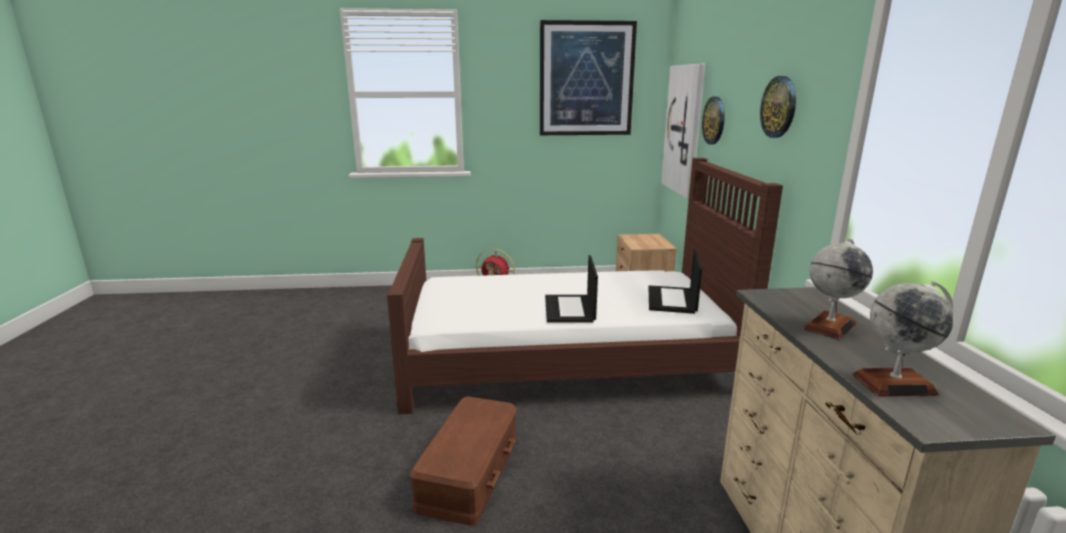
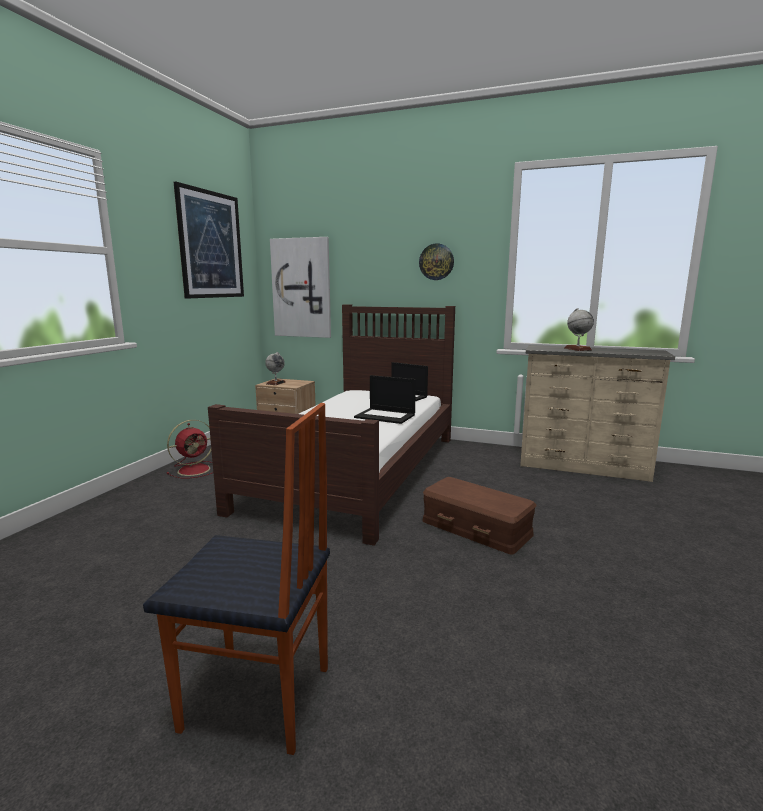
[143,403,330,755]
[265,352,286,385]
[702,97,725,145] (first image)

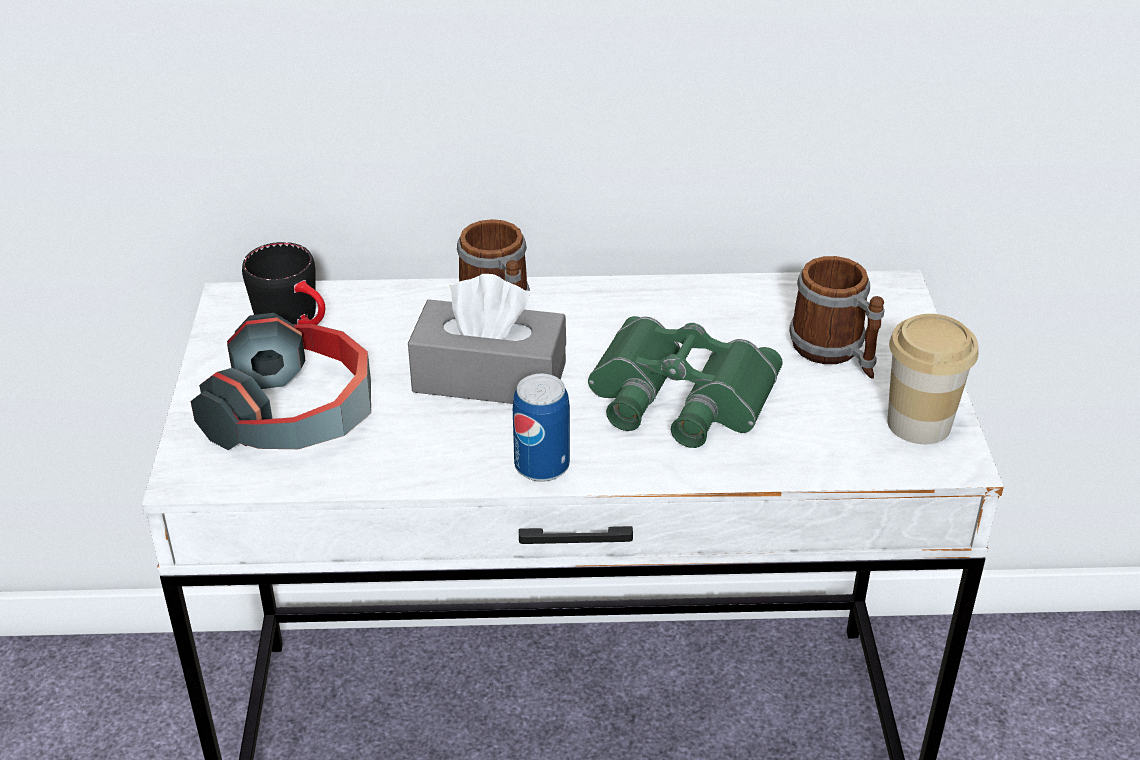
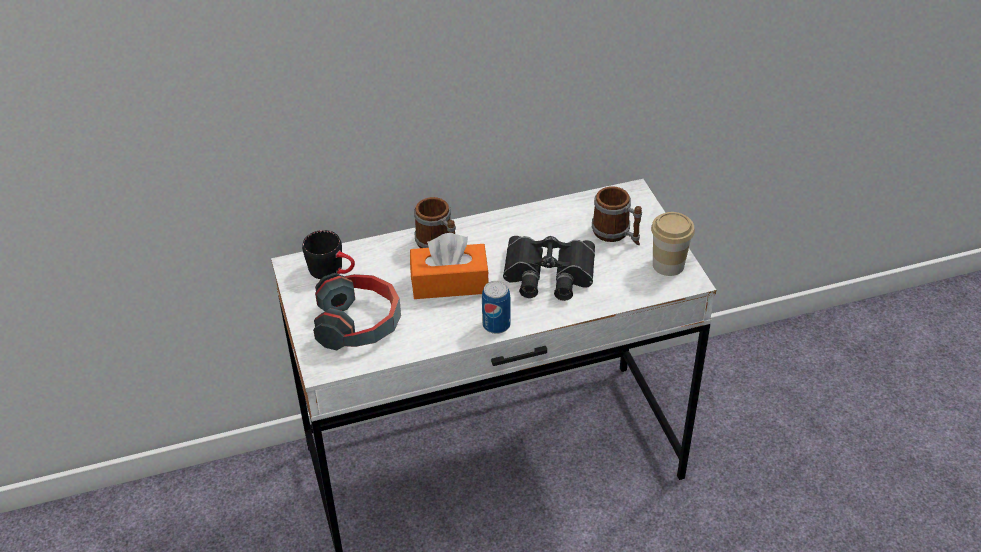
[410,233,489,299]
[503,236,595,301]

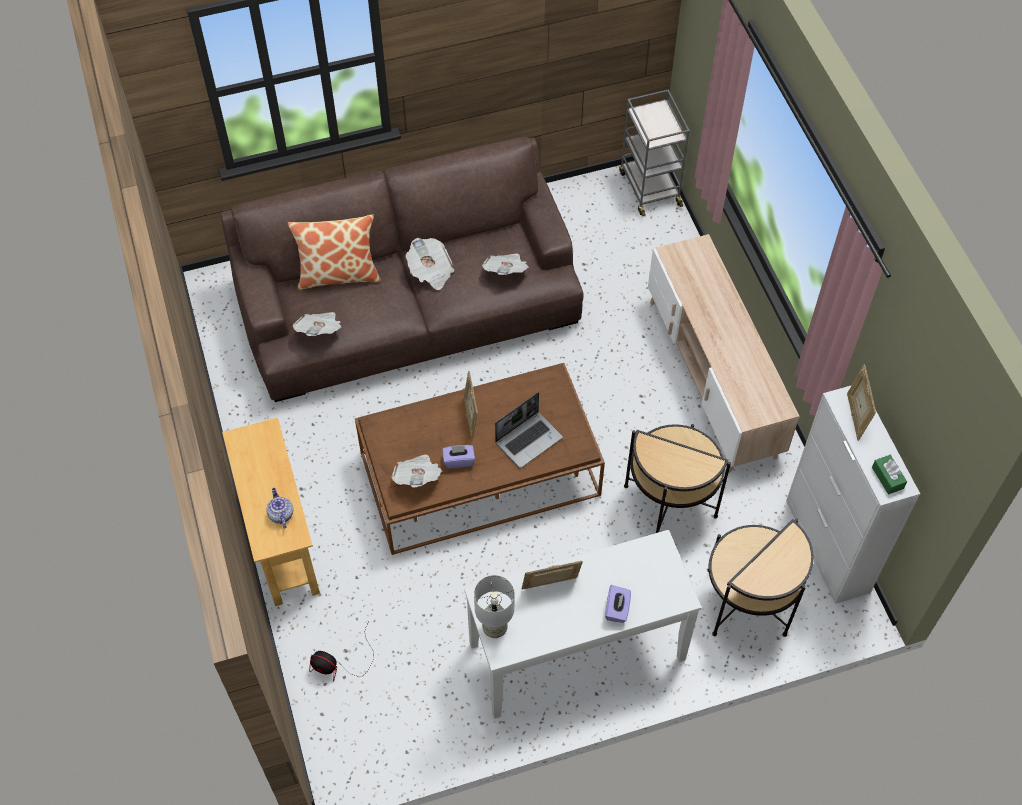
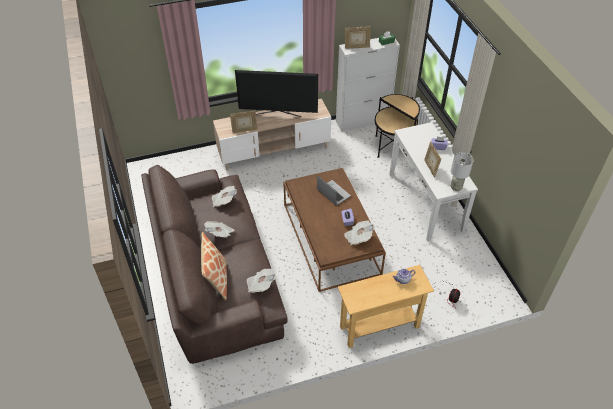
[230,111,258,133]
[235,70,318,117]
[619,89,690,217] (first image)
[624,424,731,533] (first image)

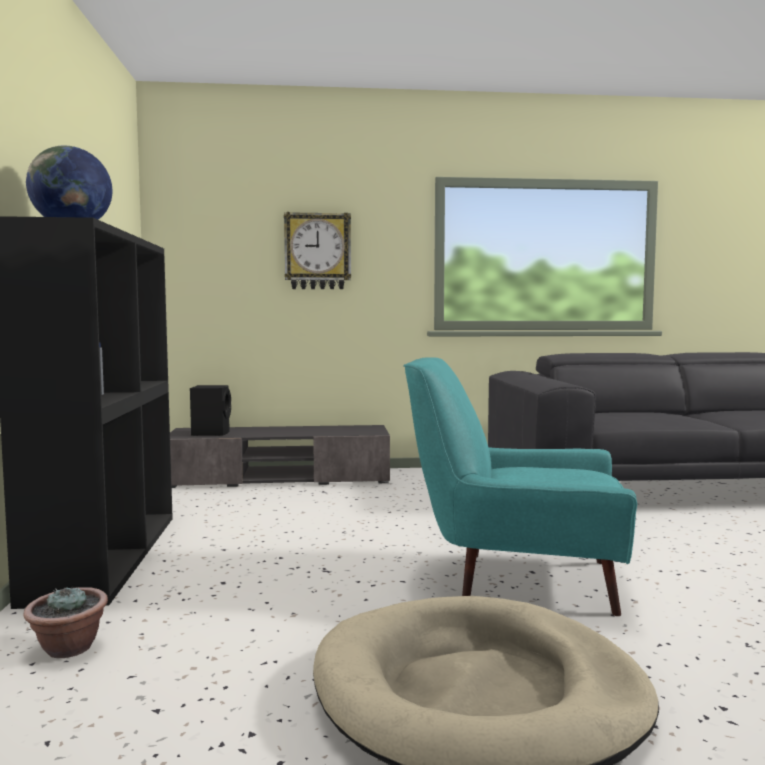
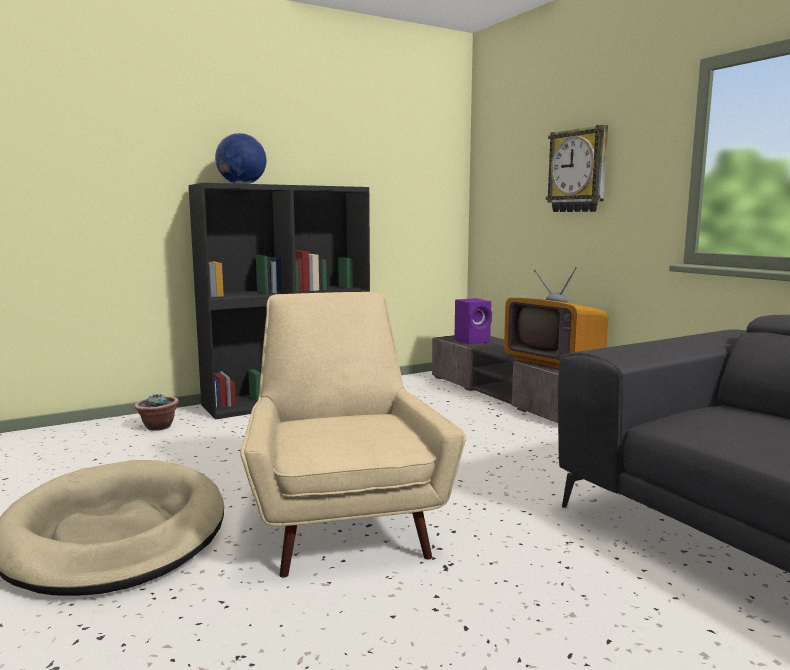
[240,292,466,578]
[454,298,492,344]
[504,267,608,368]

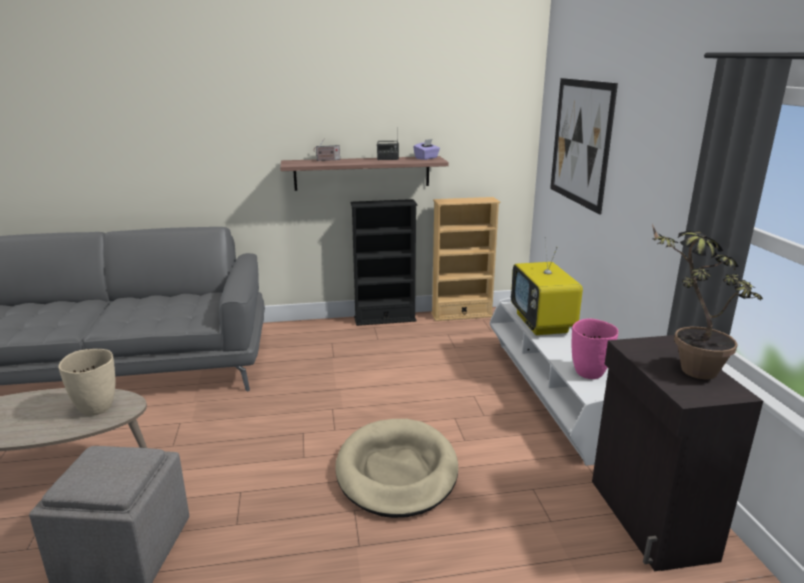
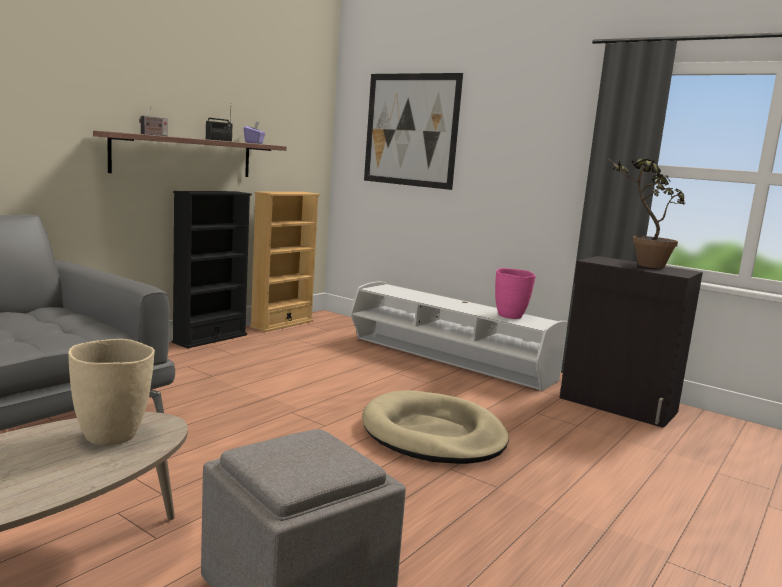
[511,237,583,335] (first image)

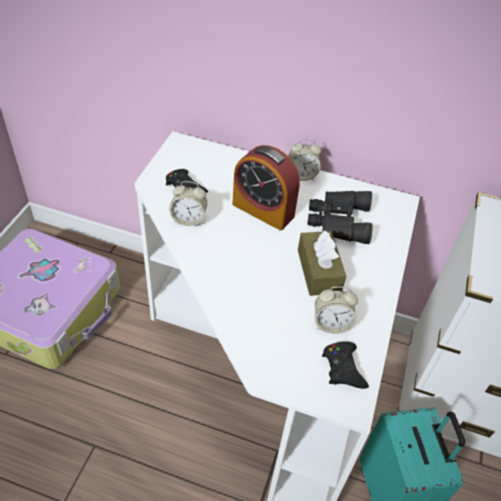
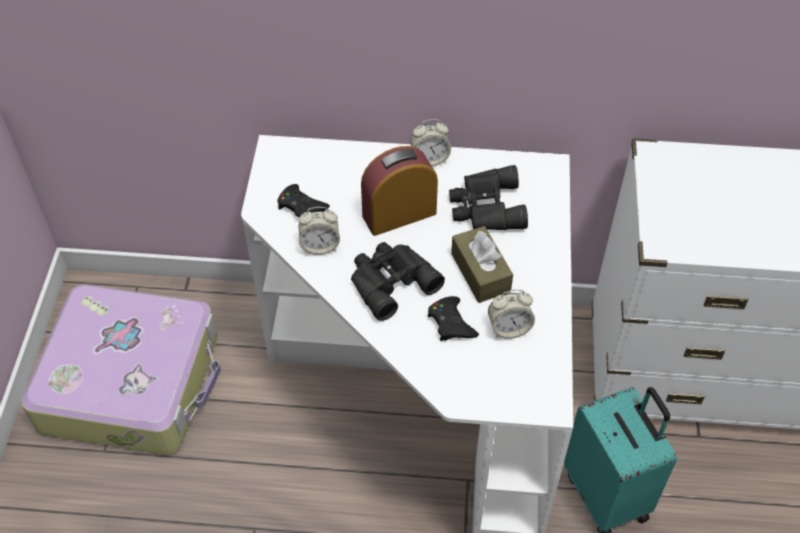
[351,242,445,321]
[361,146,438,236]
[428,296,479,341]

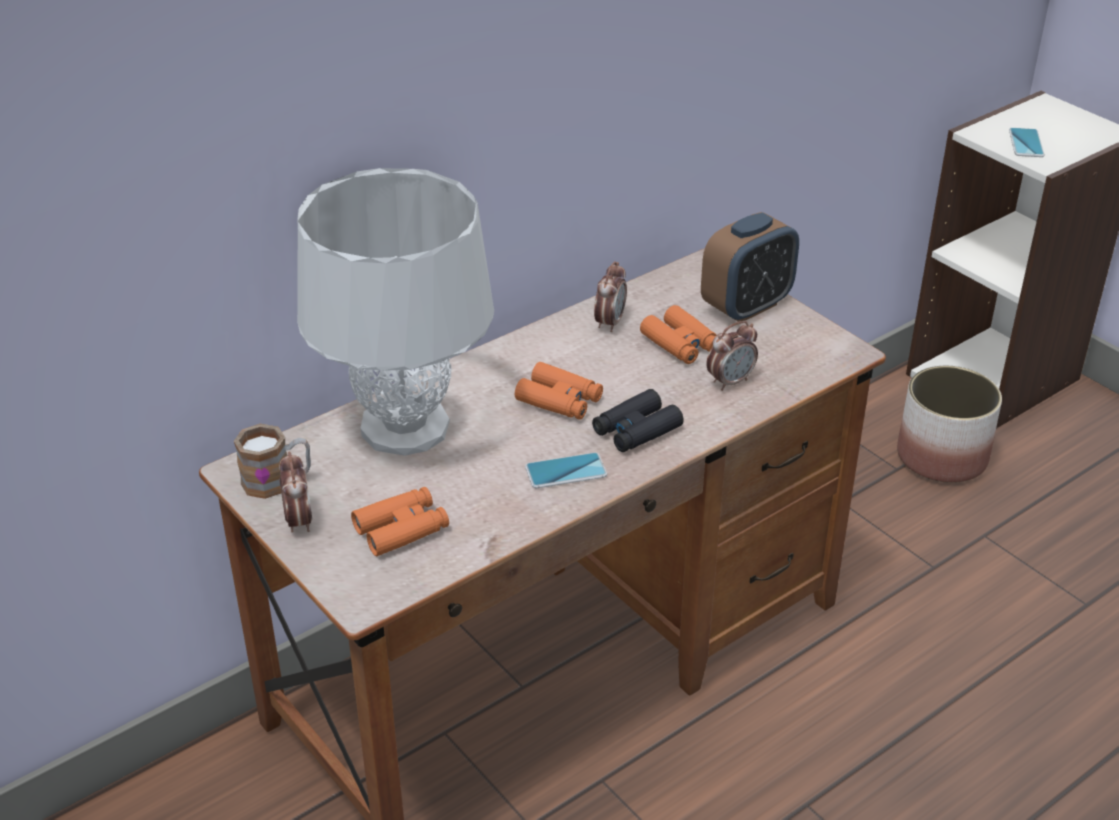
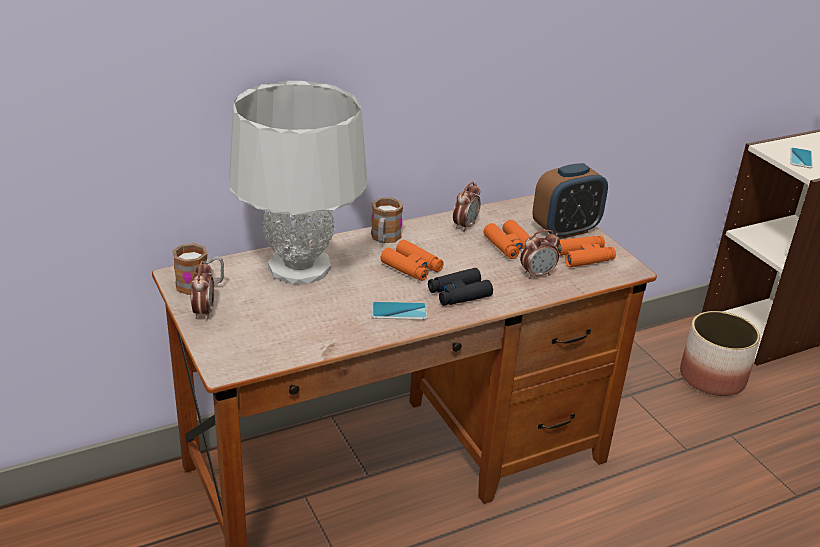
[371,197,403,243]
[555,236,616,267]

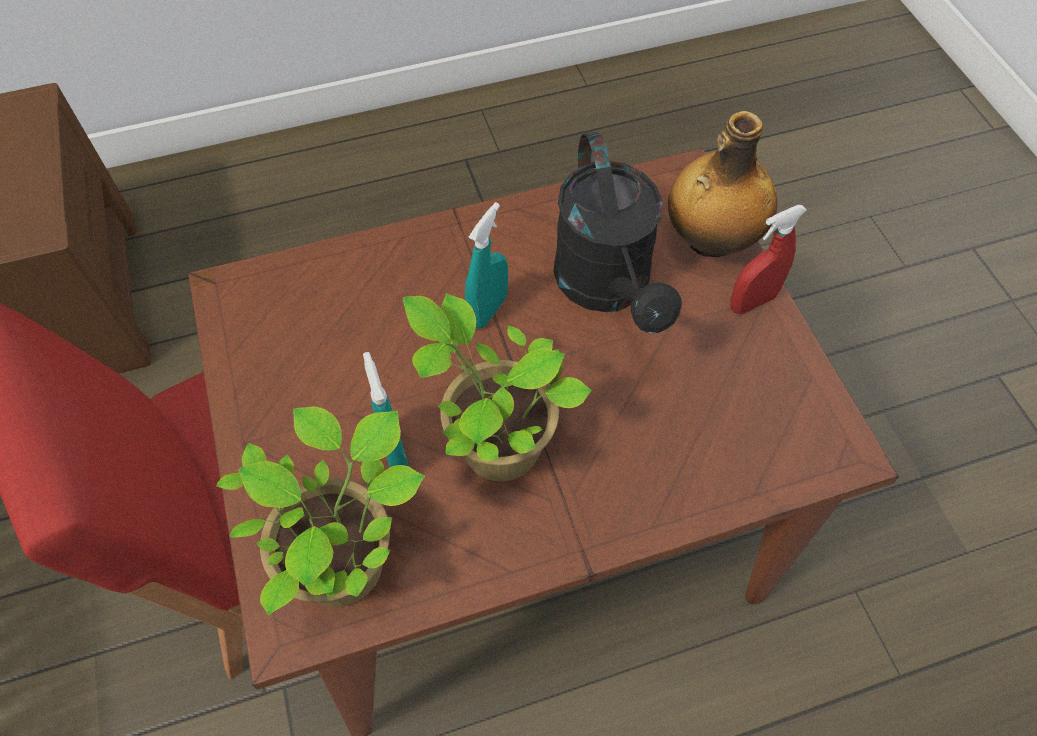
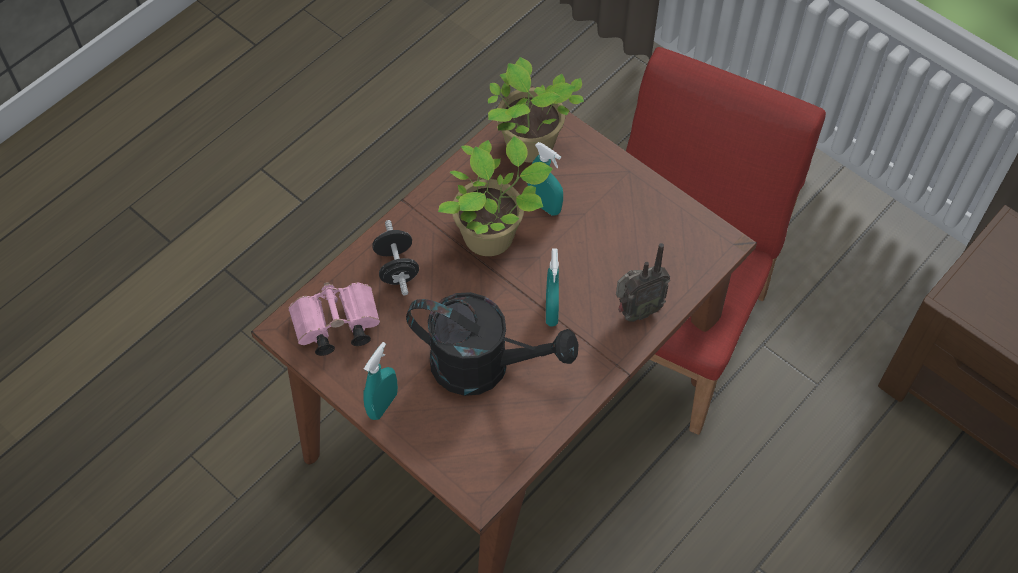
[288,282,380,356]
[363,342,398,420]
[372,220,419,295]
[406,292,578,396]
[616,243,670,322]
[668,111,777,257] (first image)

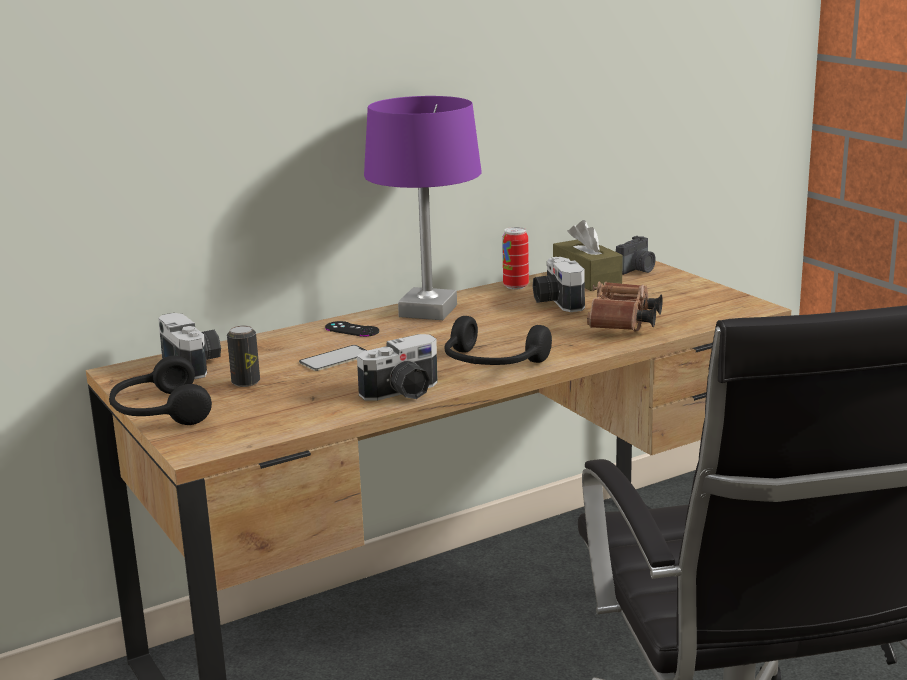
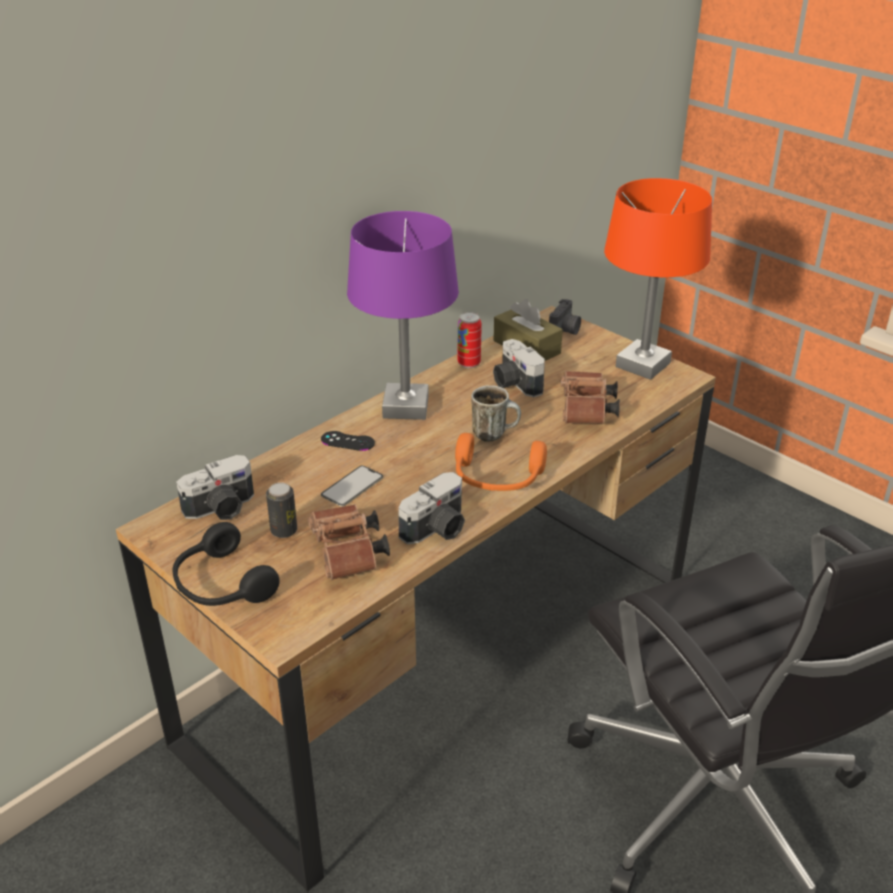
[176,455,254,520]
[308,504,390,580]
[455,433,547,491]
[471,385,521,442]
[604,178,712,380]

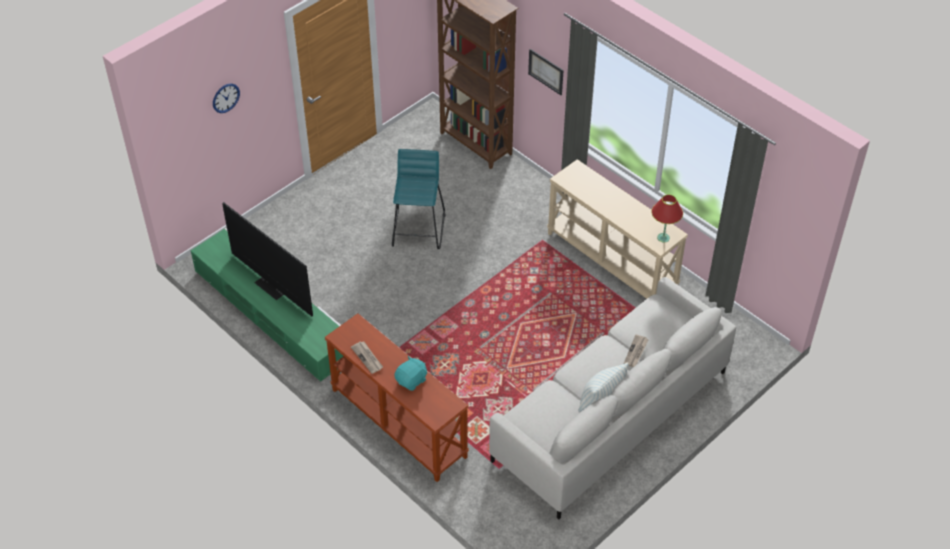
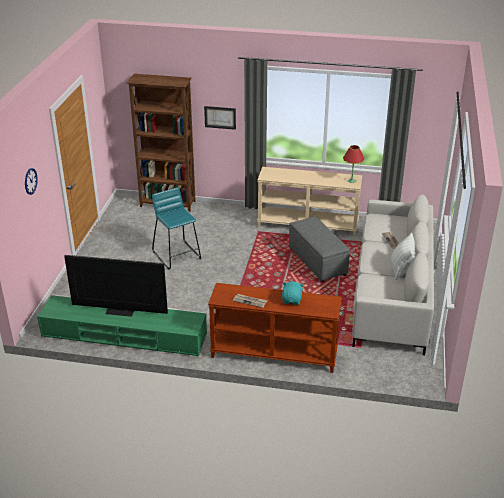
[289,217,350,282]

